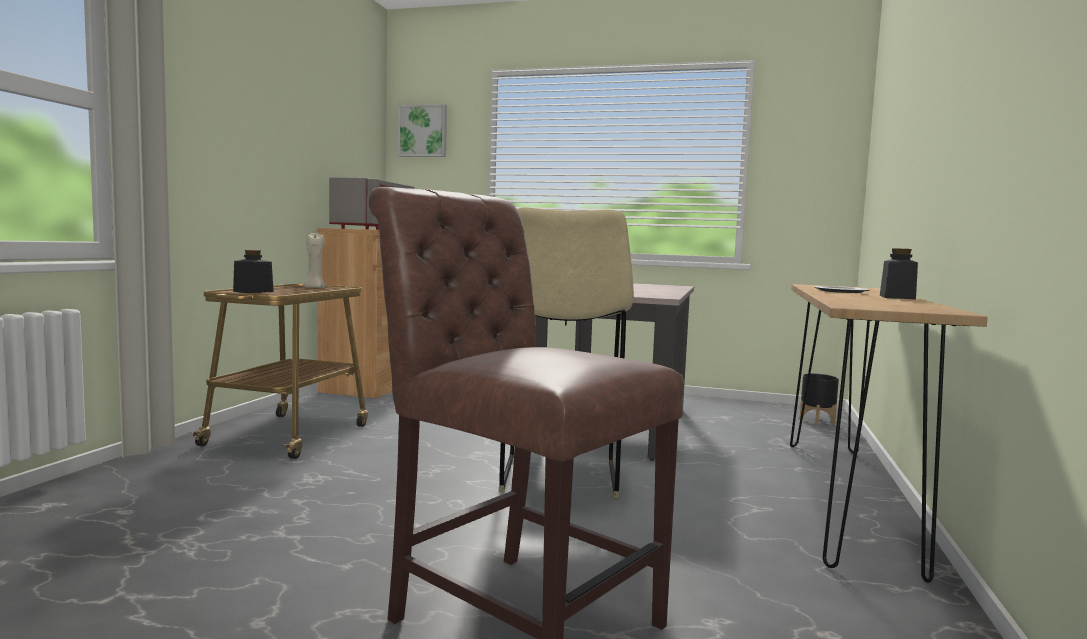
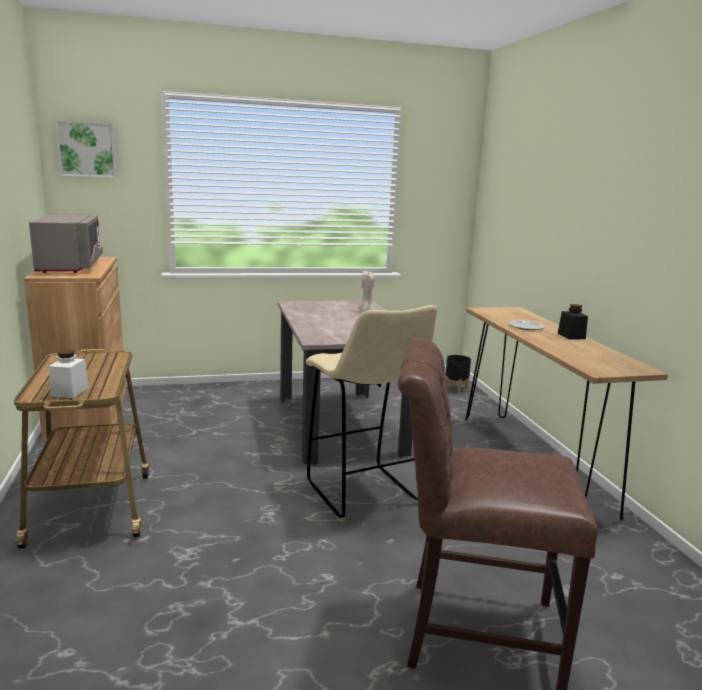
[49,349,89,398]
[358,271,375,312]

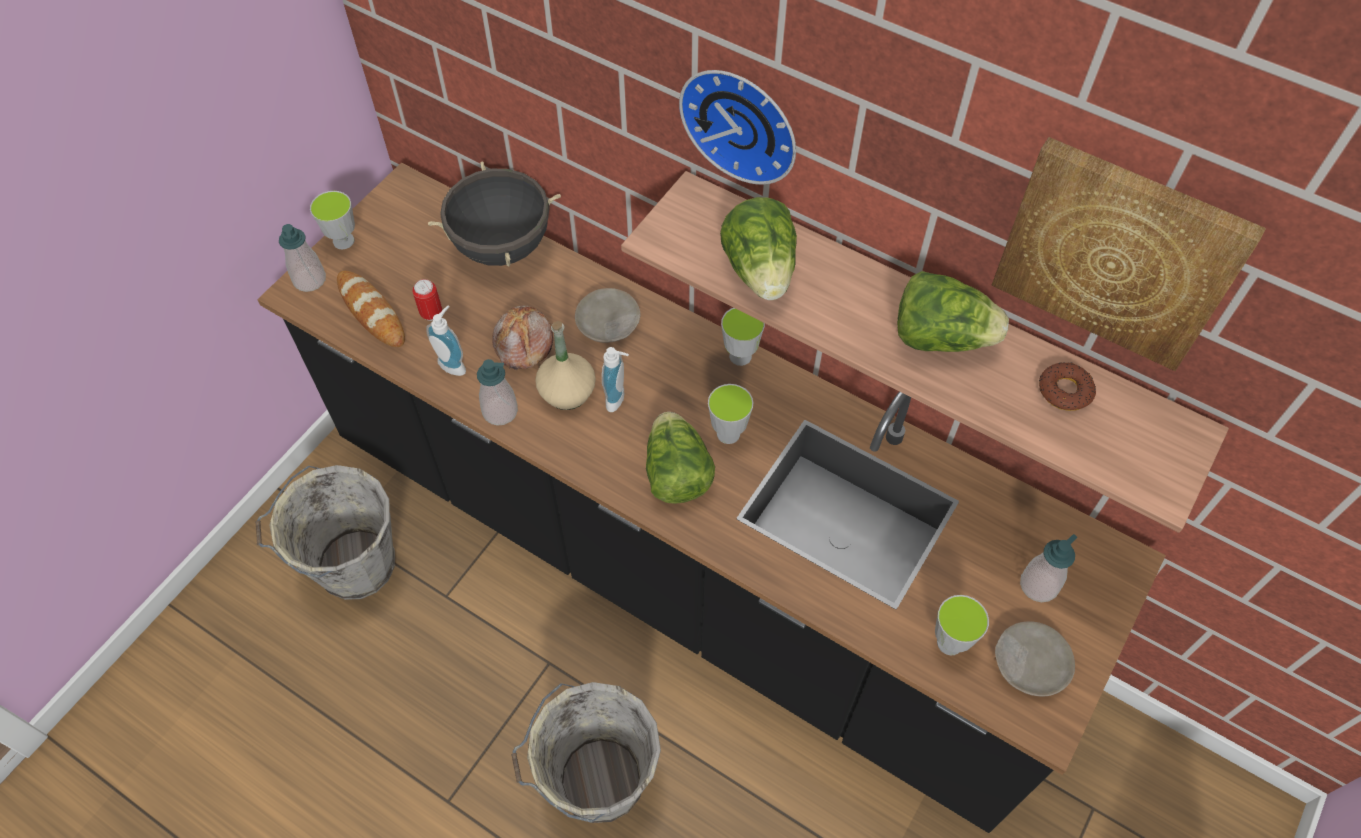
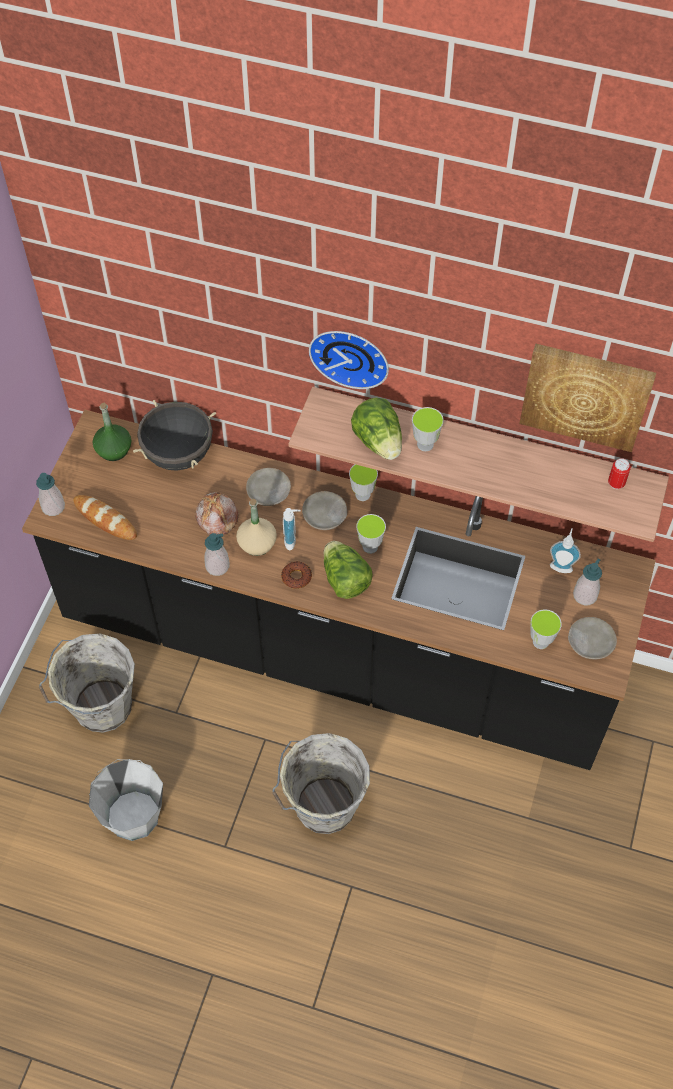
[89,759,163,841]
[93,403,131,461]
[281,561,312,589]
[302,491,347,530]
[412,407,444,451]
[550,528,581,573]
[608,458,631,489]
[897,271,1009,352] (first image)

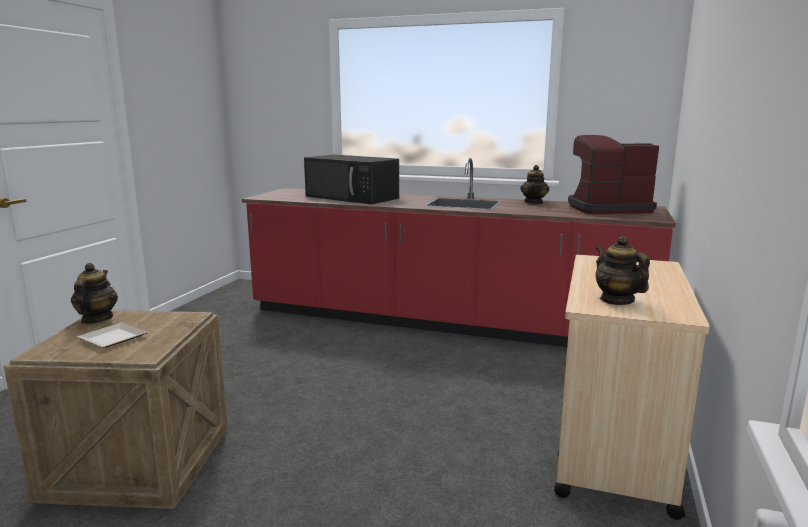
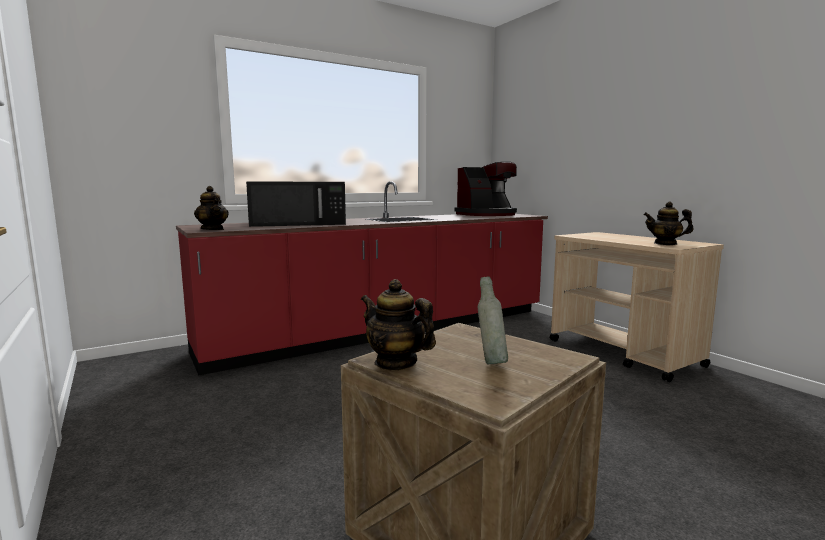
[194,186,229,230]
[454,162,517,216]
[478,277,508,364]

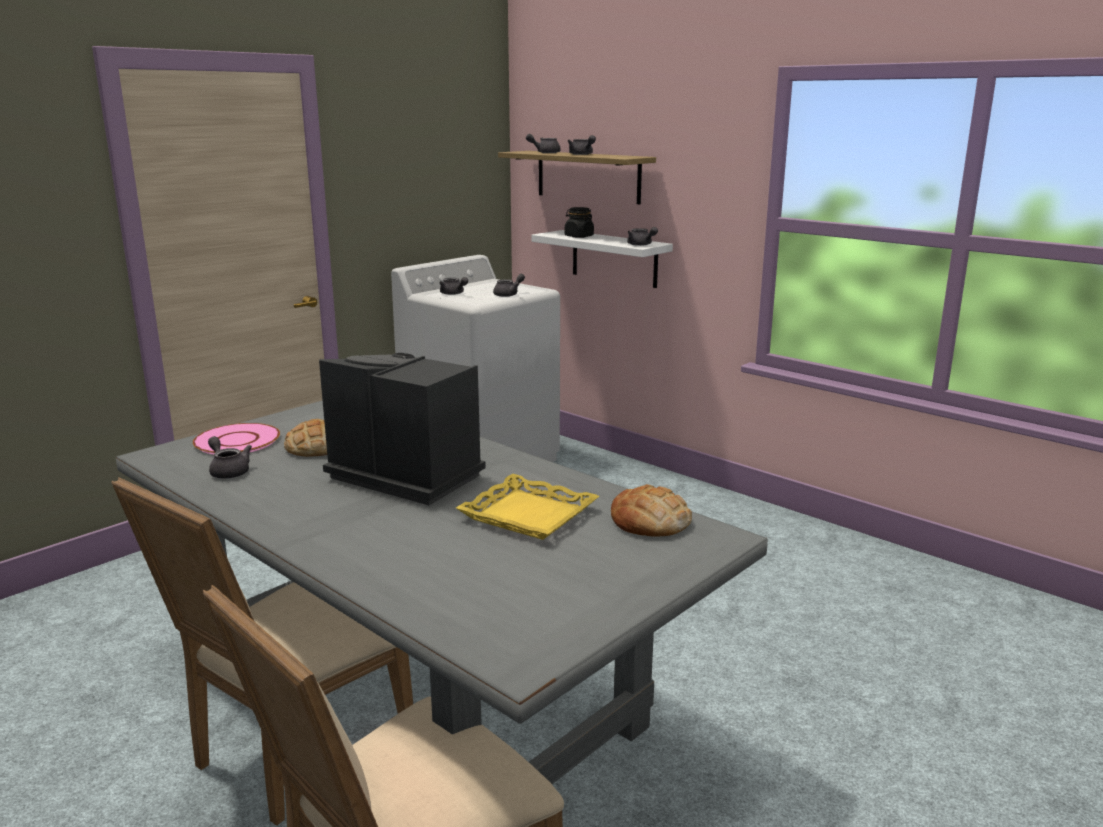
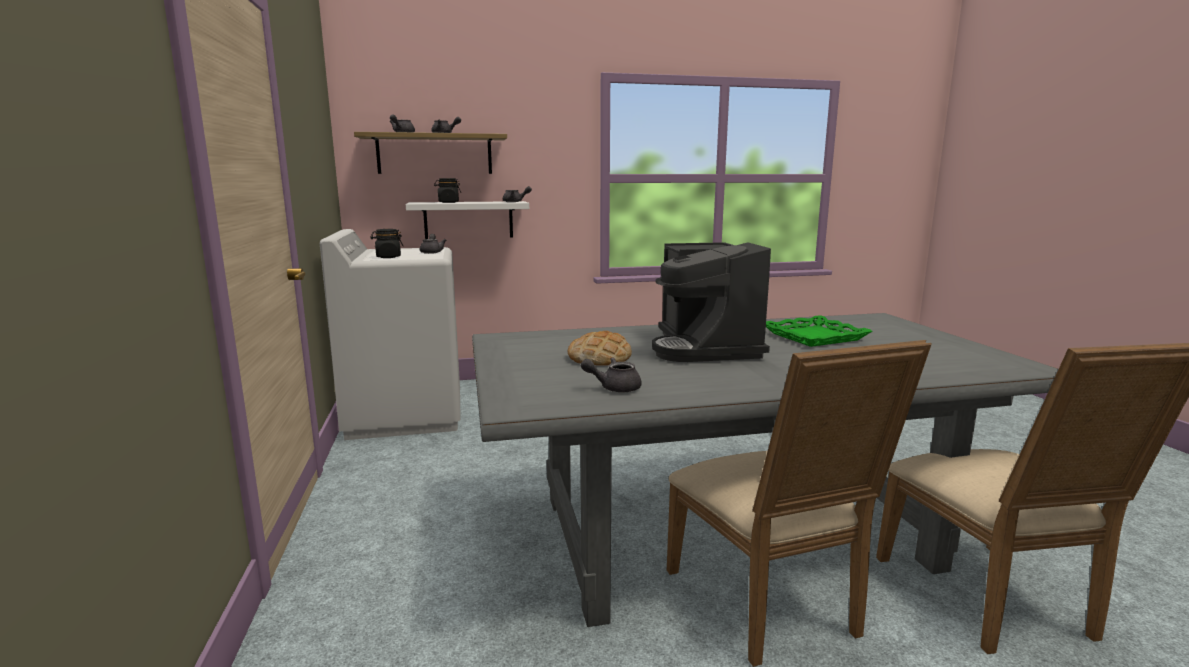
[370,229,403,258]
[652,242,771,362]
[766,315,872,347]
[193,423,280,455] (first image)
[611,484,692,537] (first image)

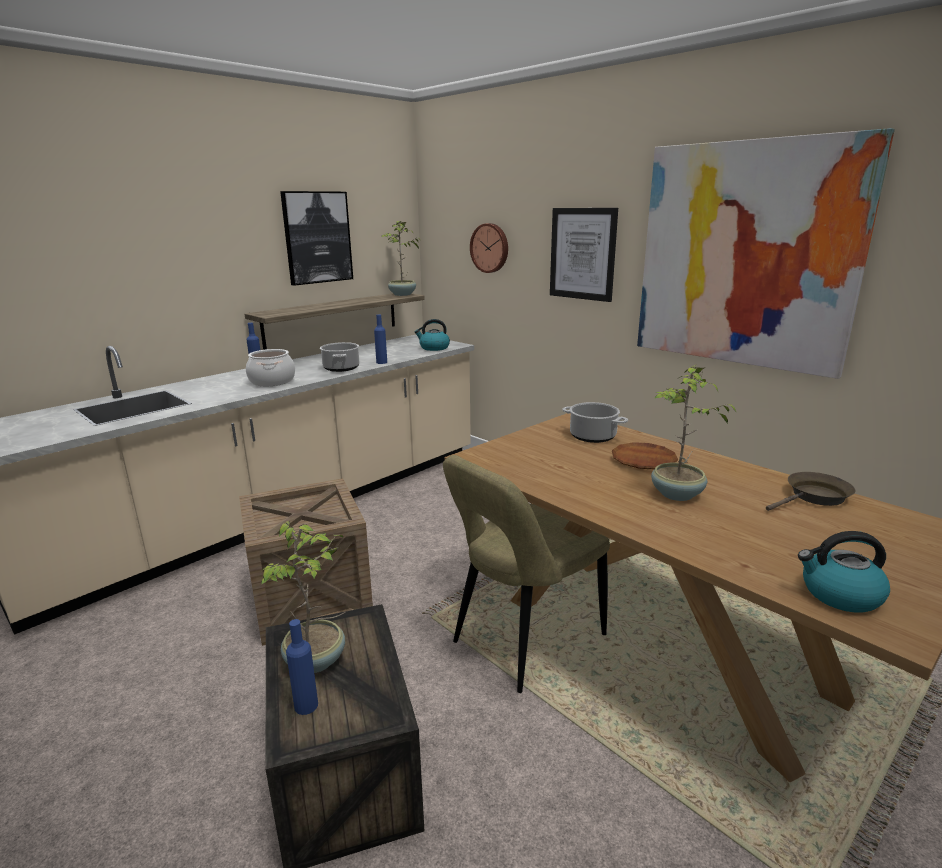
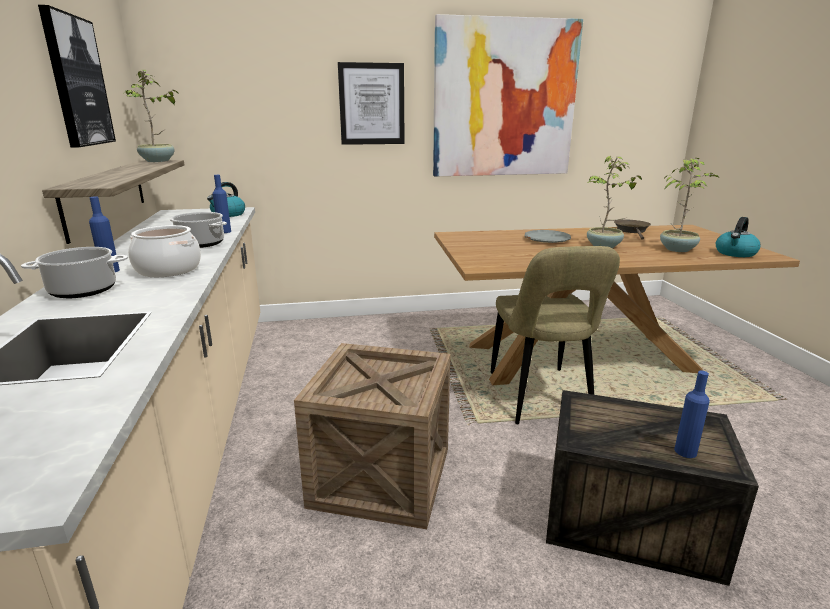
[21,247,128,298]
[525,230,571,243]
[660,157,718,252]
[470,223,508,273] (first image)

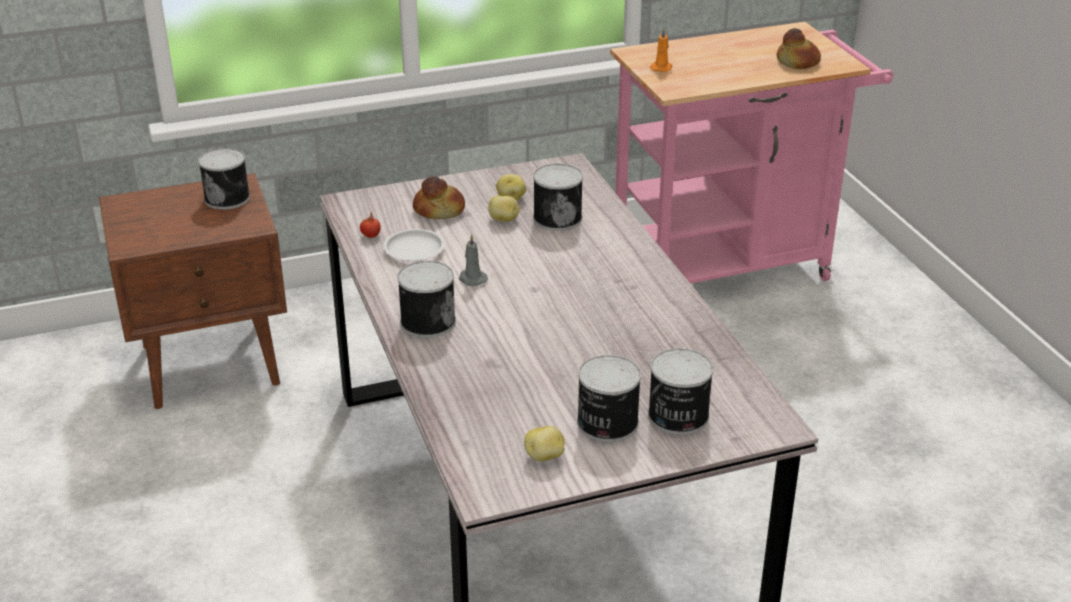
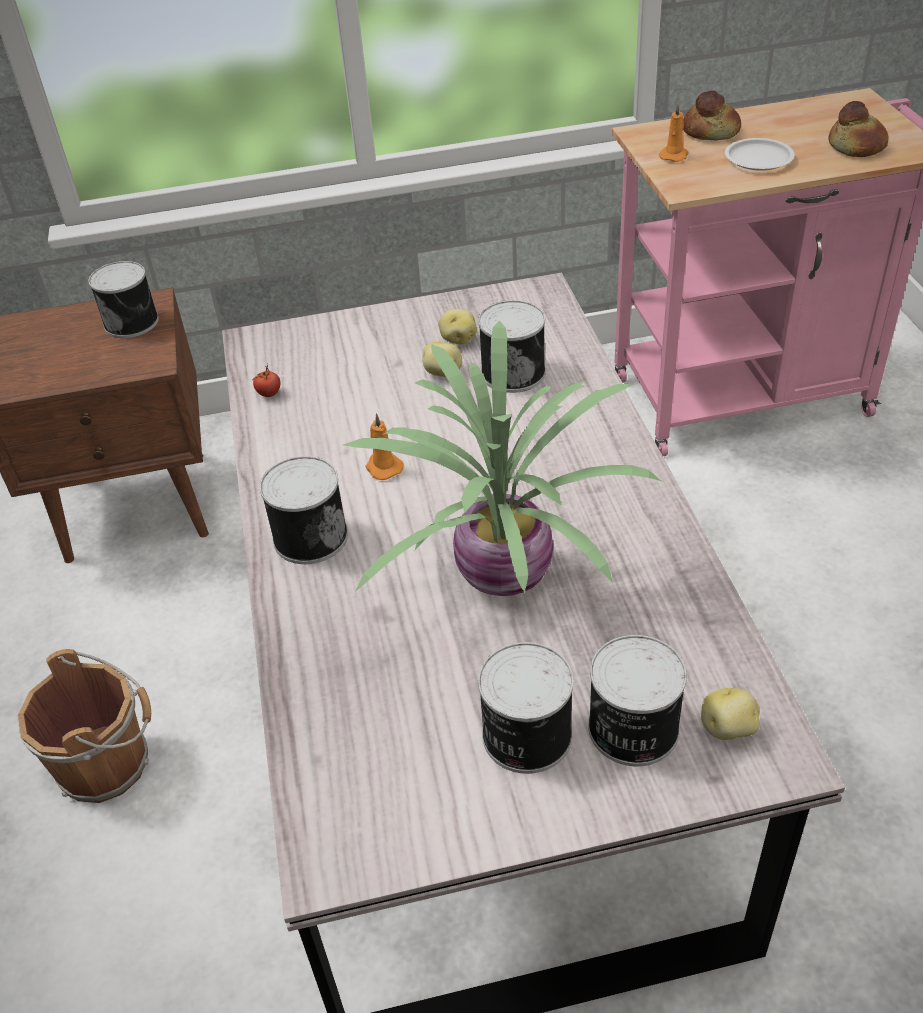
[18,649,151,803]
[343,320,661,596]
[365,413,404,480]
[683,90,741,140]
[701,688,760,740]
[725,138,794,171]

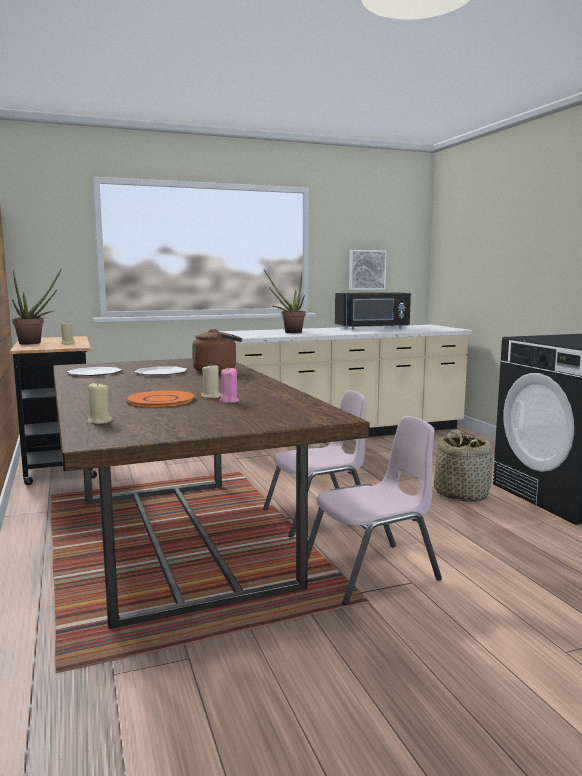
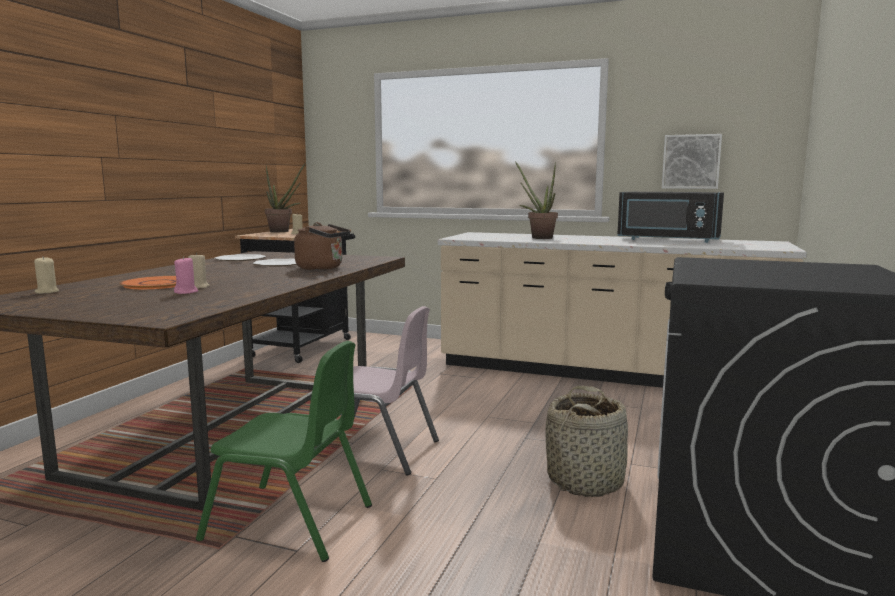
[196,341,372,562]

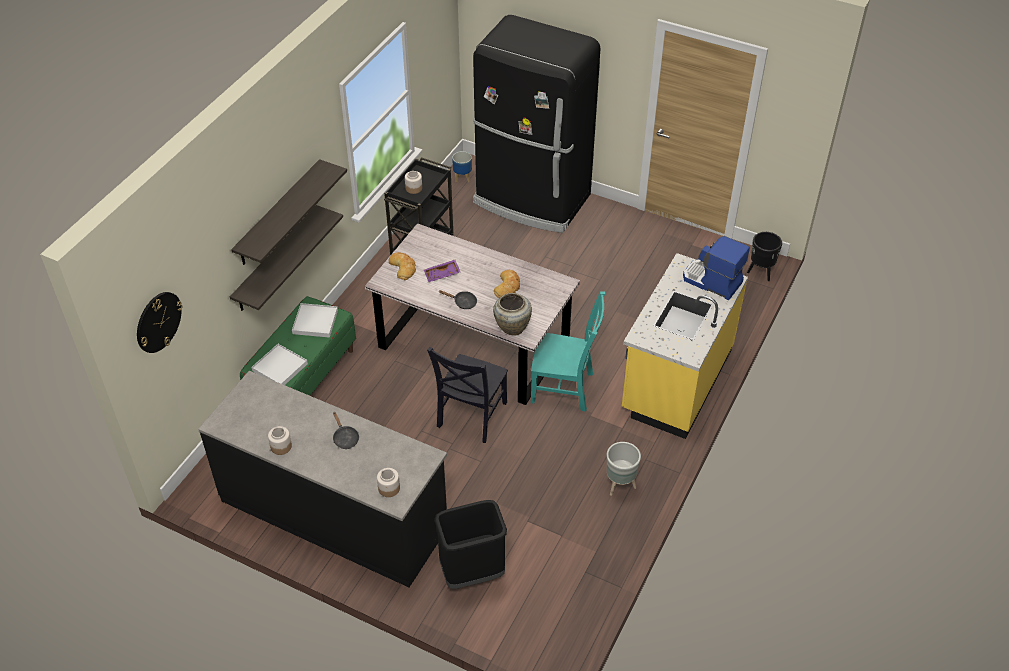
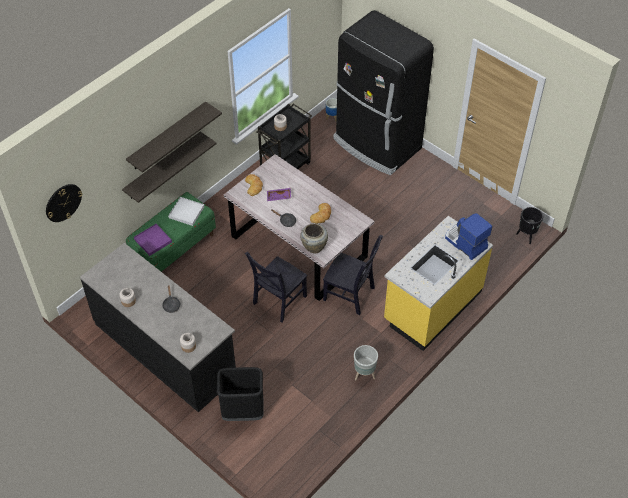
[134,224,172,256]
[323,235,383,315]

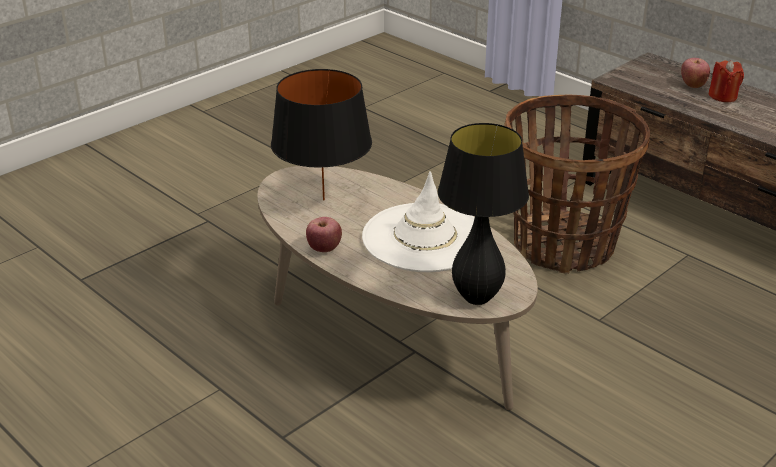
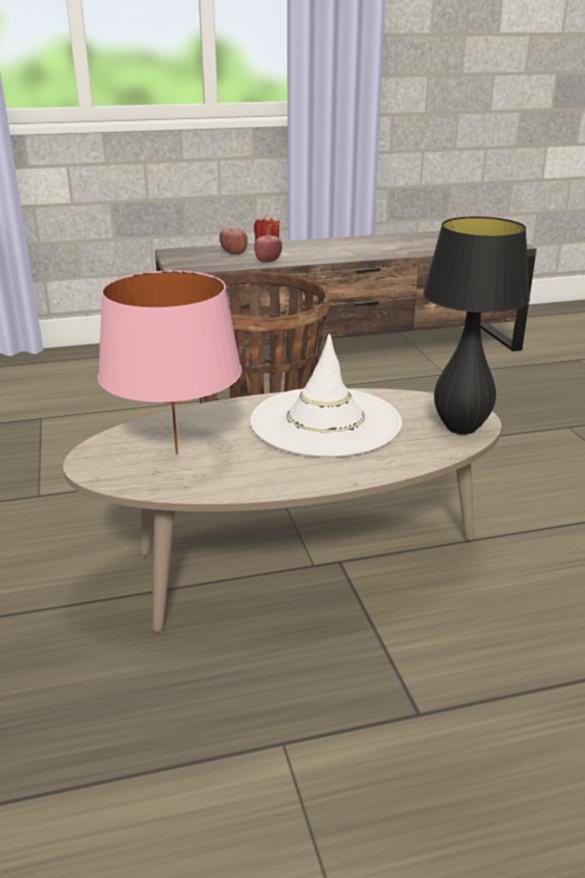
[98,271,242,455]
[254,236,282,263]

